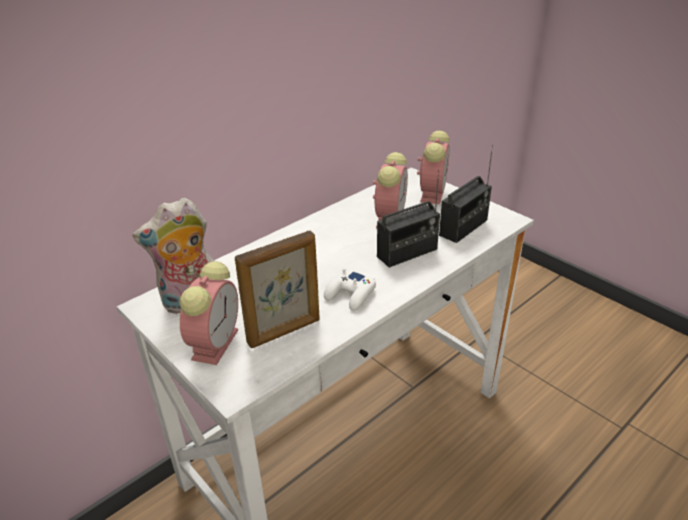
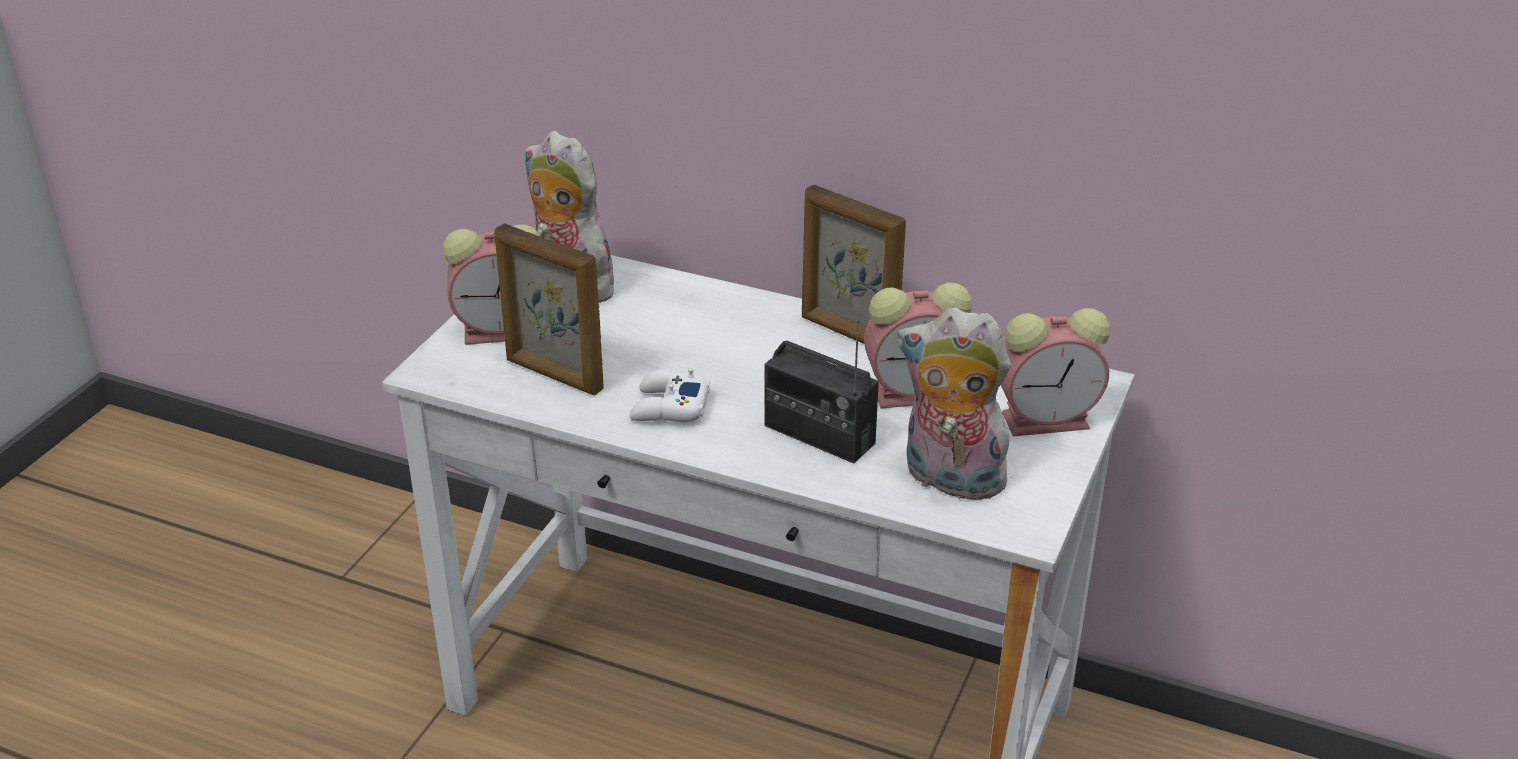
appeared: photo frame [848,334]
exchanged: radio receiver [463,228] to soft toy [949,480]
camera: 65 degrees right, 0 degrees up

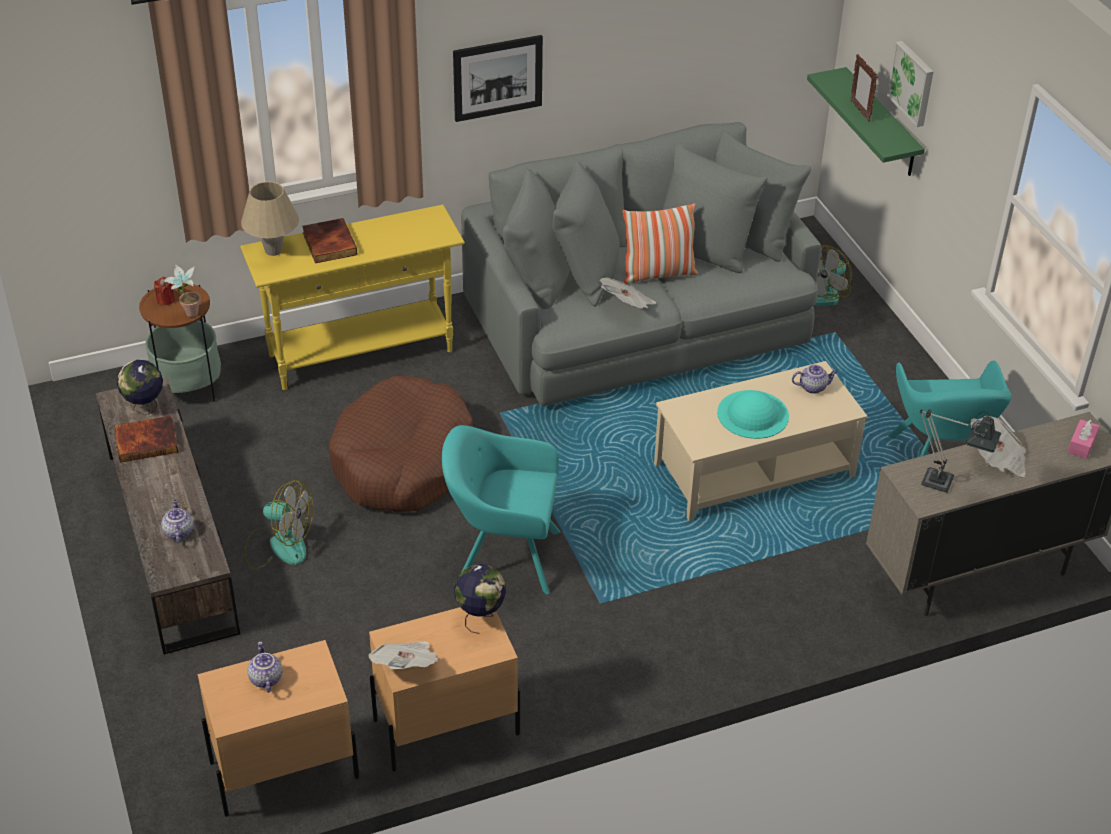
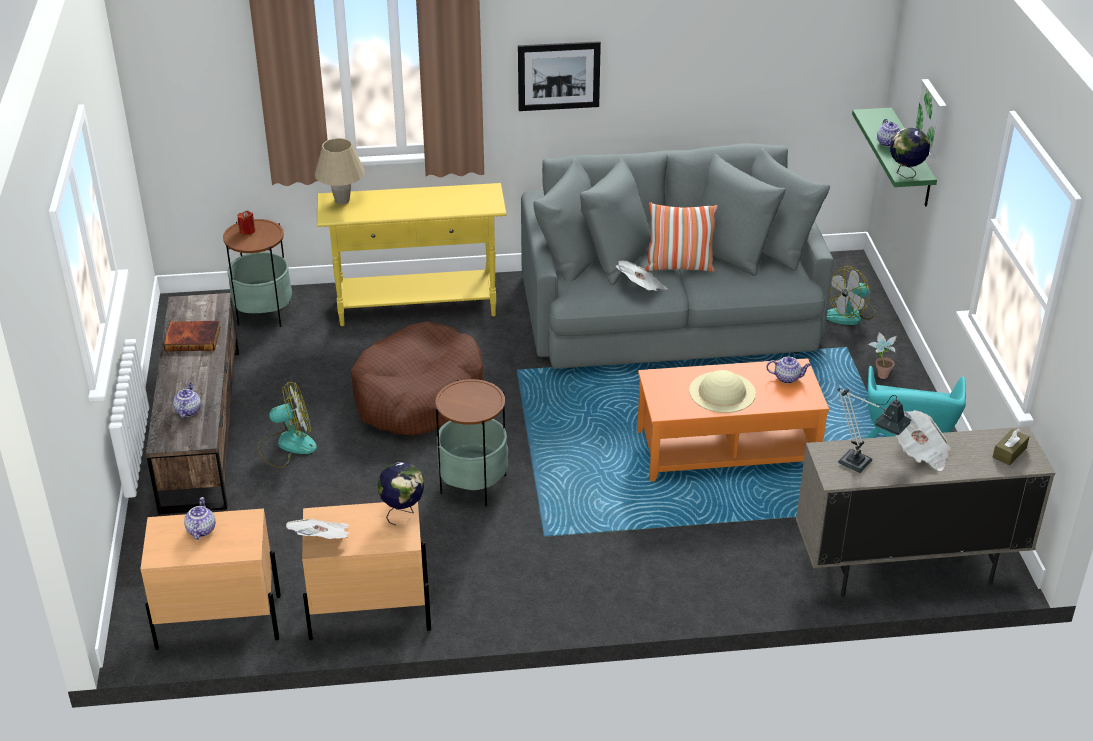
missing: bound book [328,244]
relocated: world globe [144,408] to [905,173]; houseplant [187,314] to [879,376]
exchanged: lounge chair/blue-green [502,556] to accent table [473,484]; photo frame [860,111] to pot for tea [888,143]
colour: low table/beige [753,469] to low table/orange [726,449]; hat/blue-green [753,414] to hat/beige [722,392]; tissue box/pinkish [1081,445] to tissue box/brown [1009,453]
spun: electric fan [279,545] = [287,445] 45 degrees counterclockwise
camera: 15 degrees right, 5 degrees down

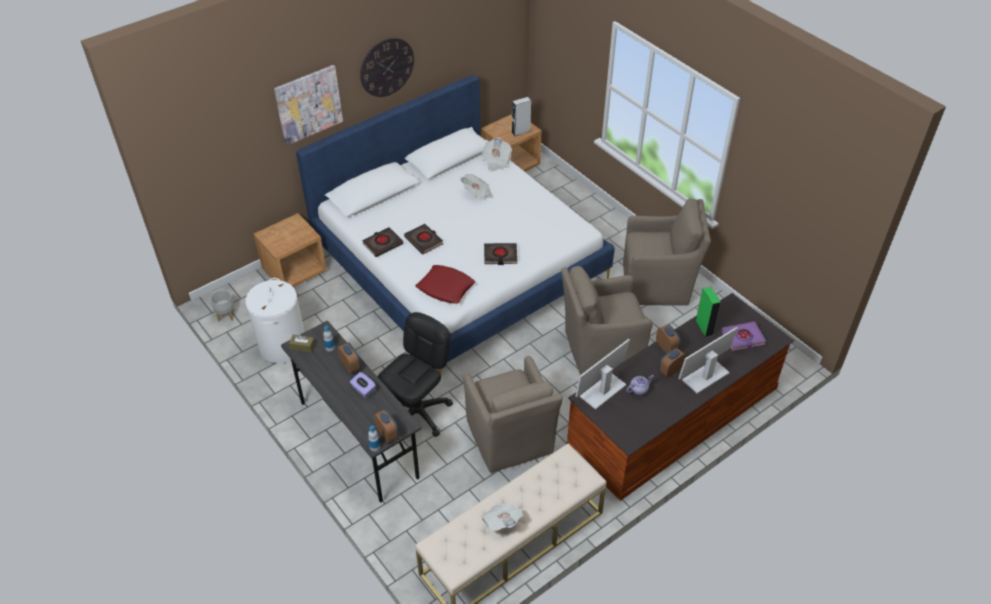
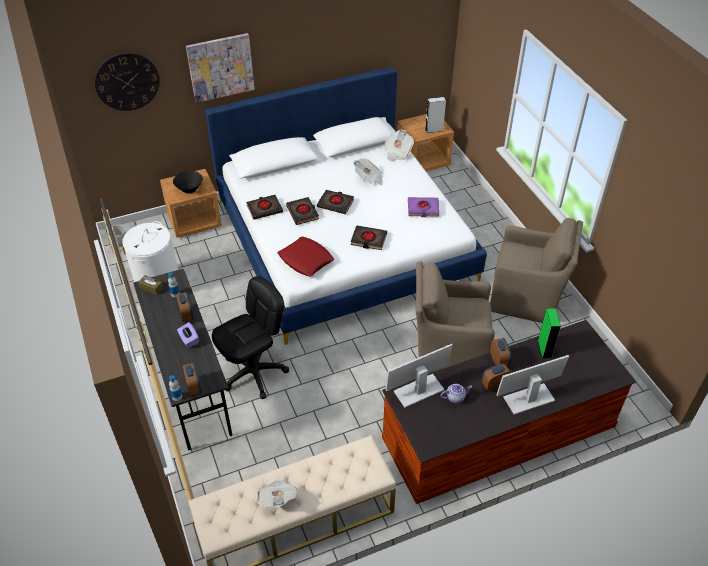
missing: lounge chair/brown [510,439]
appeared: deep dish/black [189,189]; bound book/black [335,204]
relocated: hanging clock [387,67] to [127,81]; bound book/purplish [743,338] to [423,209]
camera: 15 degrees right, 0 degrees up

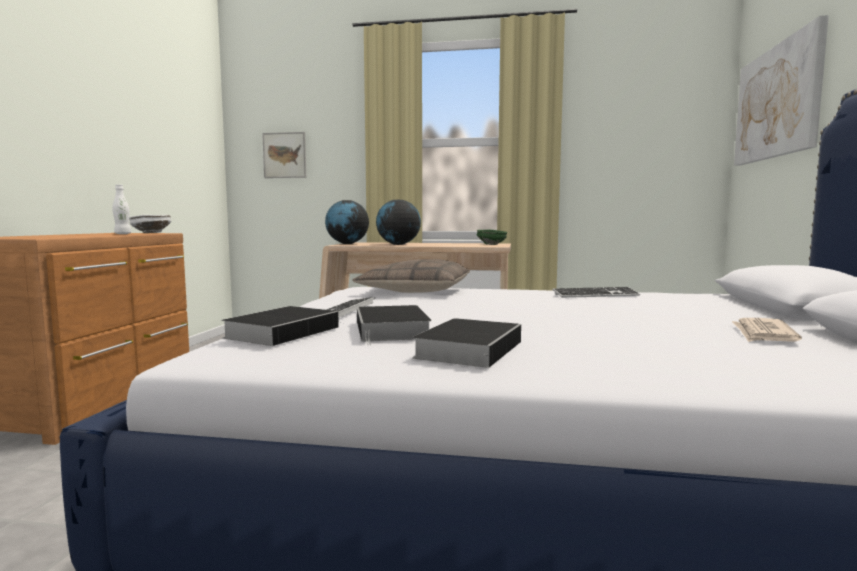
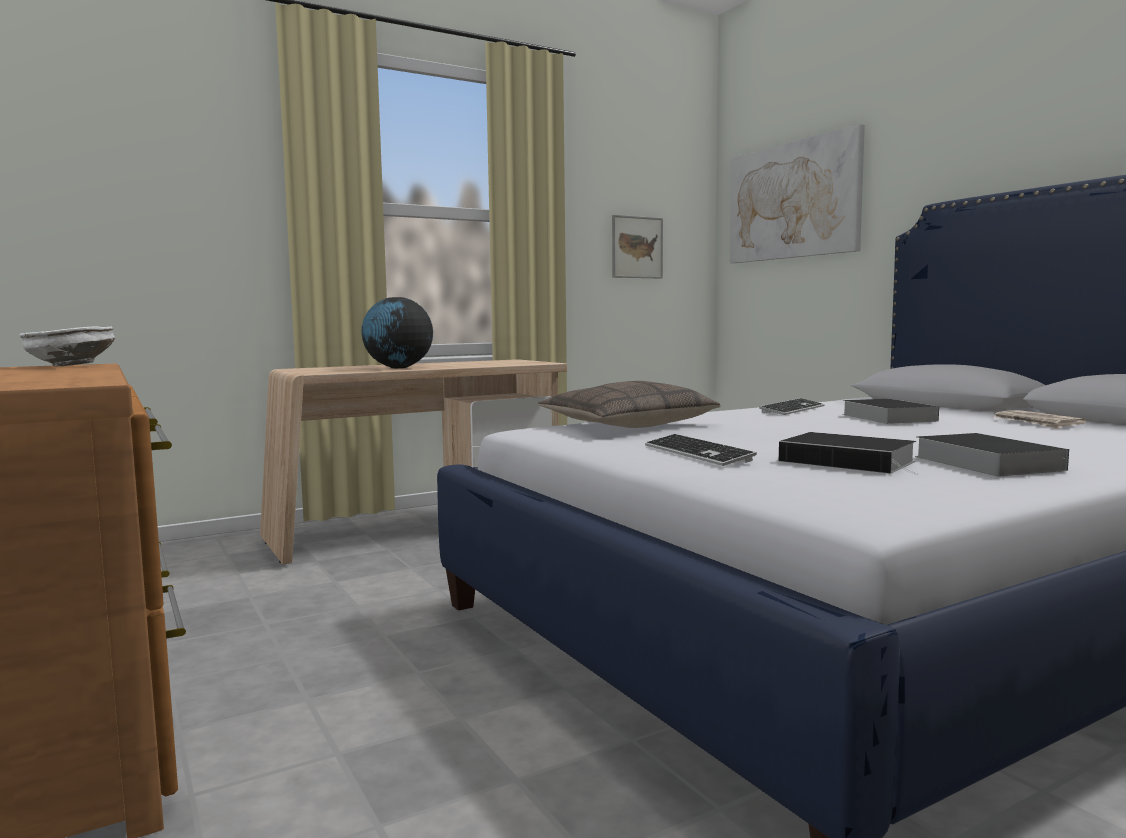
missing: bottle/whitish [122,234]; world globe [347,243]; deep dish/green-coloured [492,244]
relocated: bound book [284,331] to [885,417]; picture [284,155] to [637,247]
camera: 40 degrees left, 0 degrees up

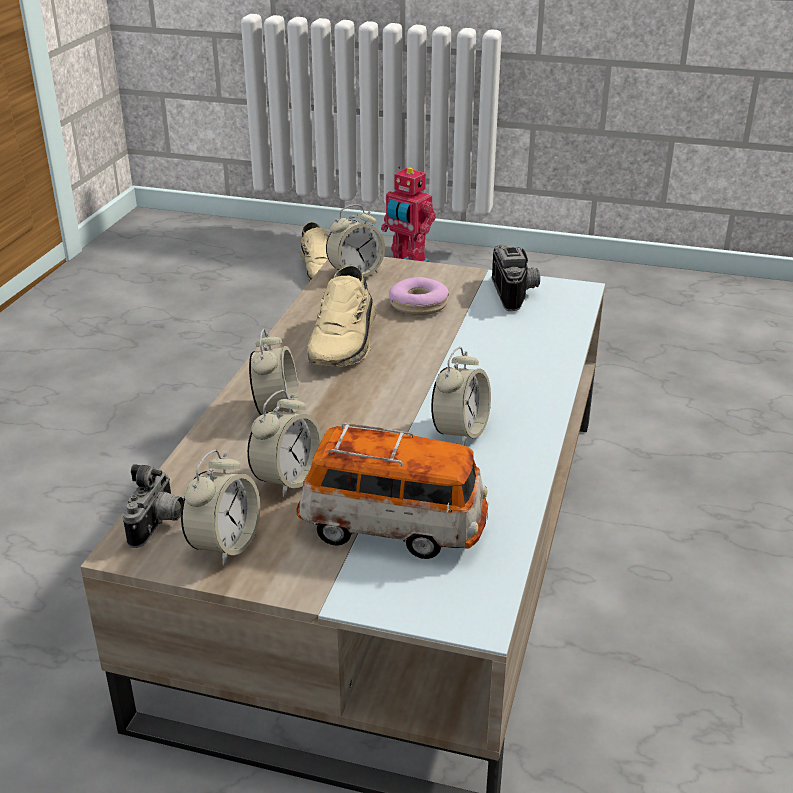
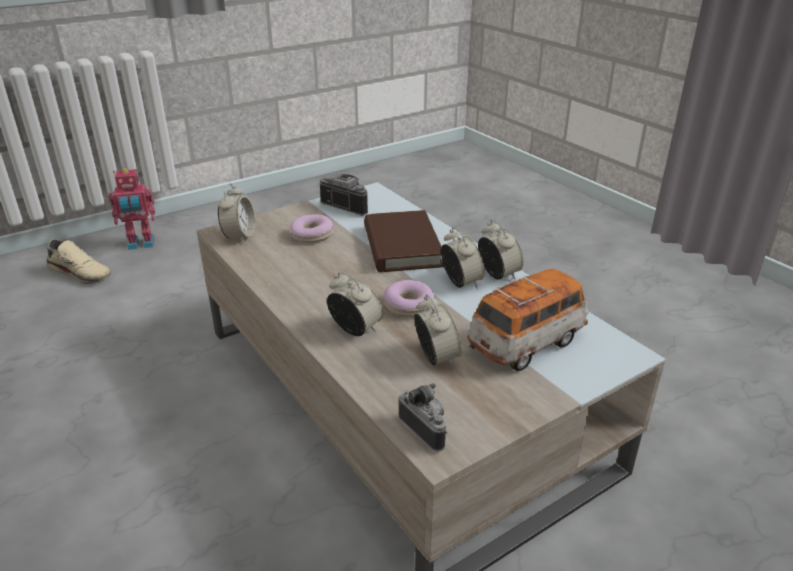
missing: item of footwear/beige [346,341]
appeared: bound book/brown [402,246]; ring doughnut [409,306]
relocated: table clock [225,545] to [498,275]
camera: 50 degrees left, 0 degrees up

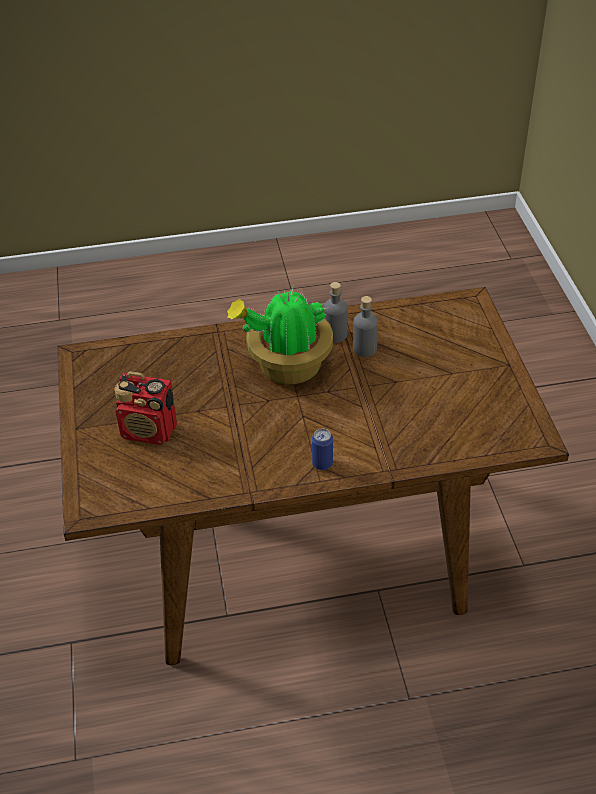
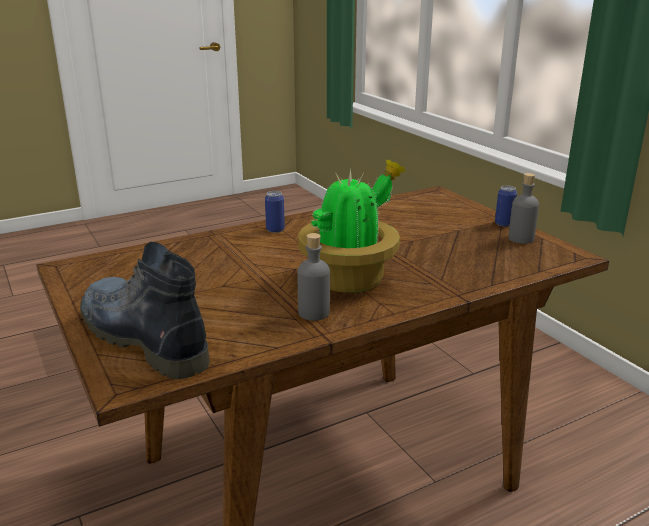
missing: radio receiver [150,431]
appeared: boot [142,338]; can [503,223]
relocated: bottle/grey [364,349] to [521,239]
camera: 160 degrees right, 20 degrees down

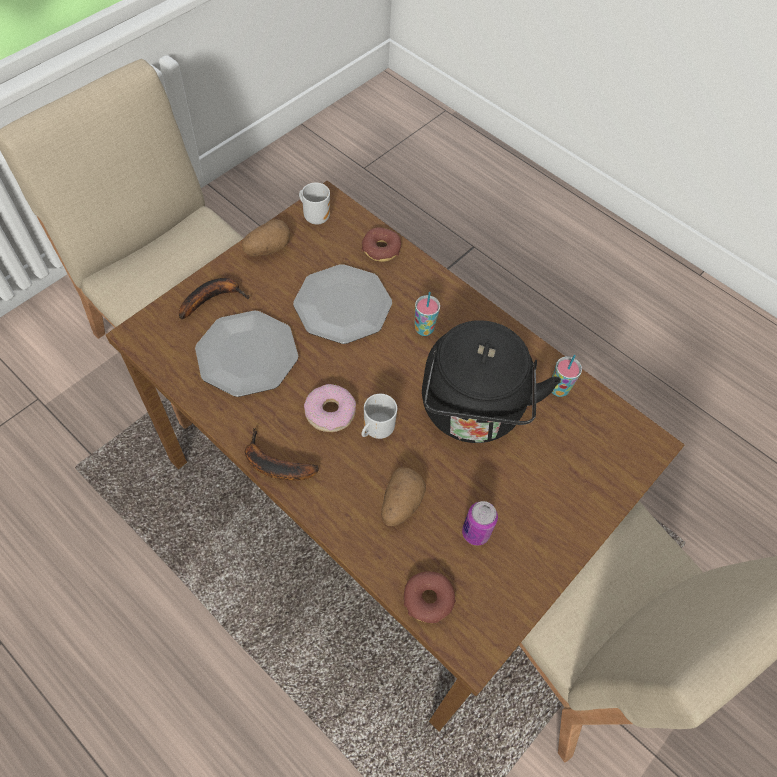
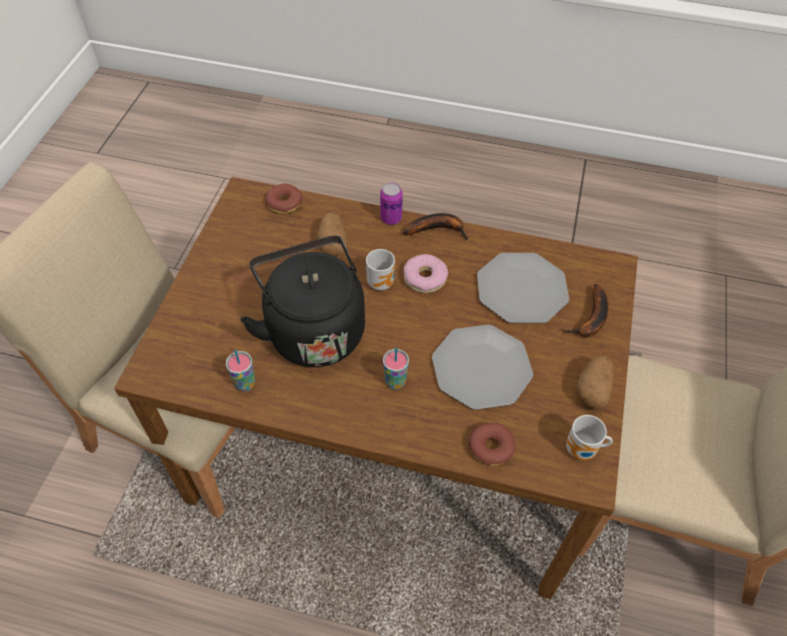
relocated: can [475,532] to [391,218]
camera: 155 degrees right, 5 degrees down

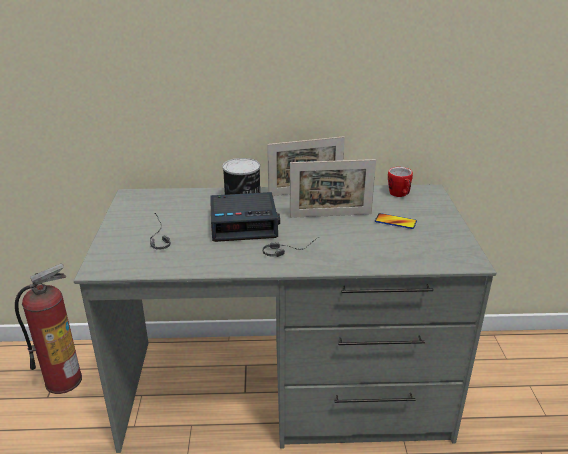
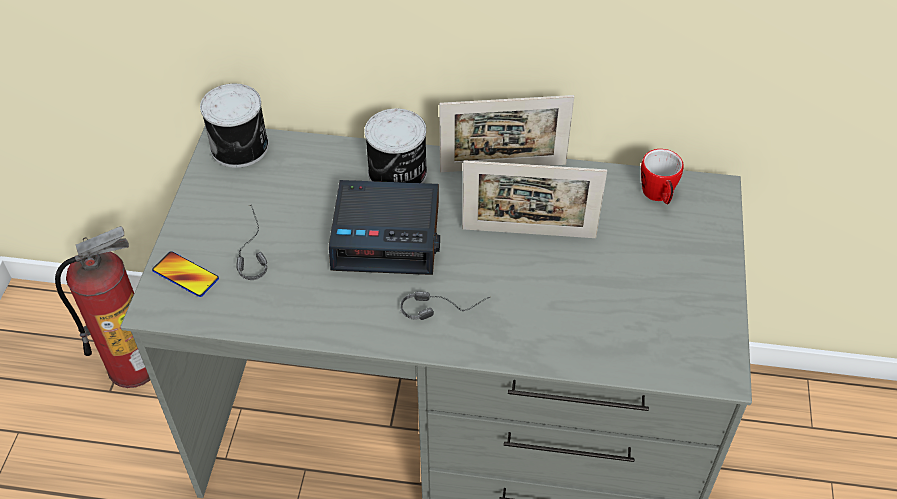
appeared: can [241,147]
relocated: telephone [395,222] to [185,275]
camera: 10 degrees right, 20 degrees up

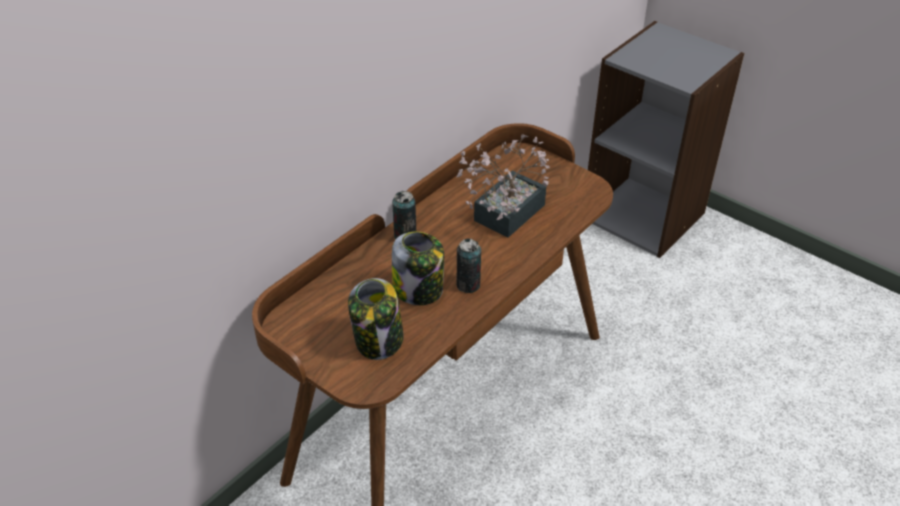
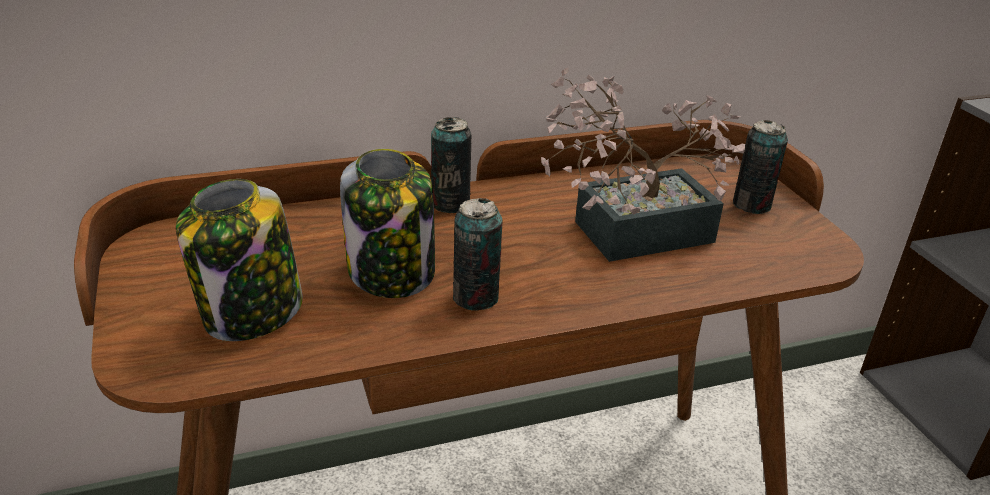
appeared: can [751,205]
camera: 30 degrees right, 10 degrees down

